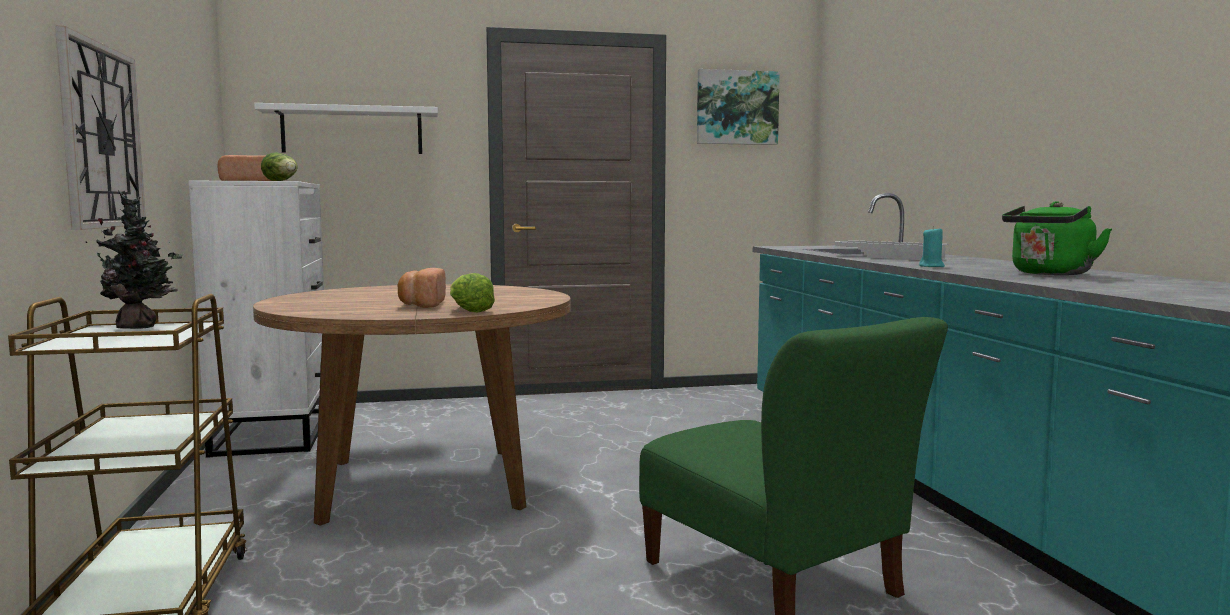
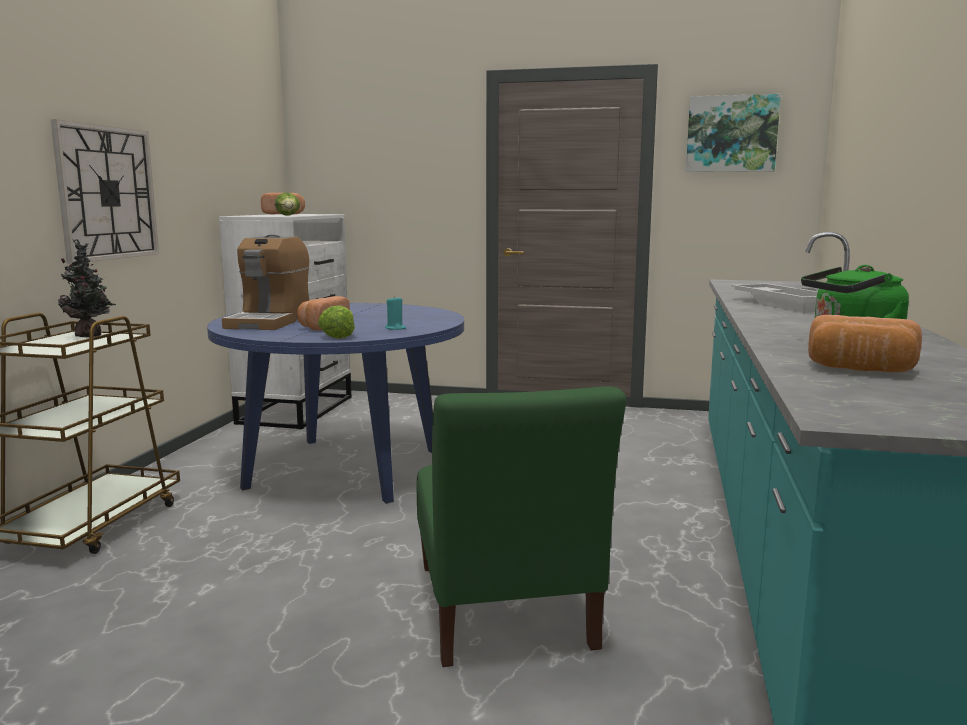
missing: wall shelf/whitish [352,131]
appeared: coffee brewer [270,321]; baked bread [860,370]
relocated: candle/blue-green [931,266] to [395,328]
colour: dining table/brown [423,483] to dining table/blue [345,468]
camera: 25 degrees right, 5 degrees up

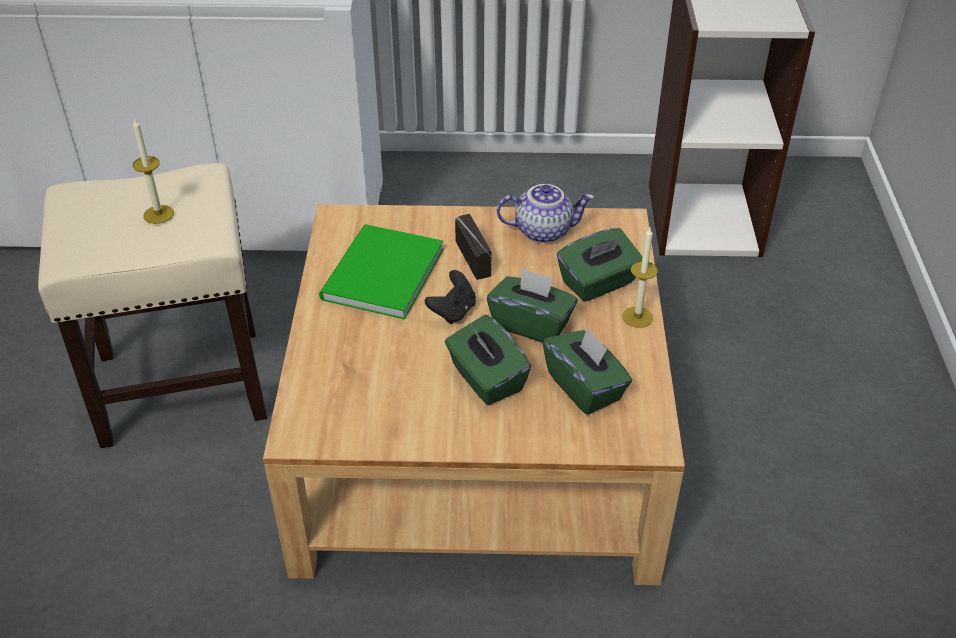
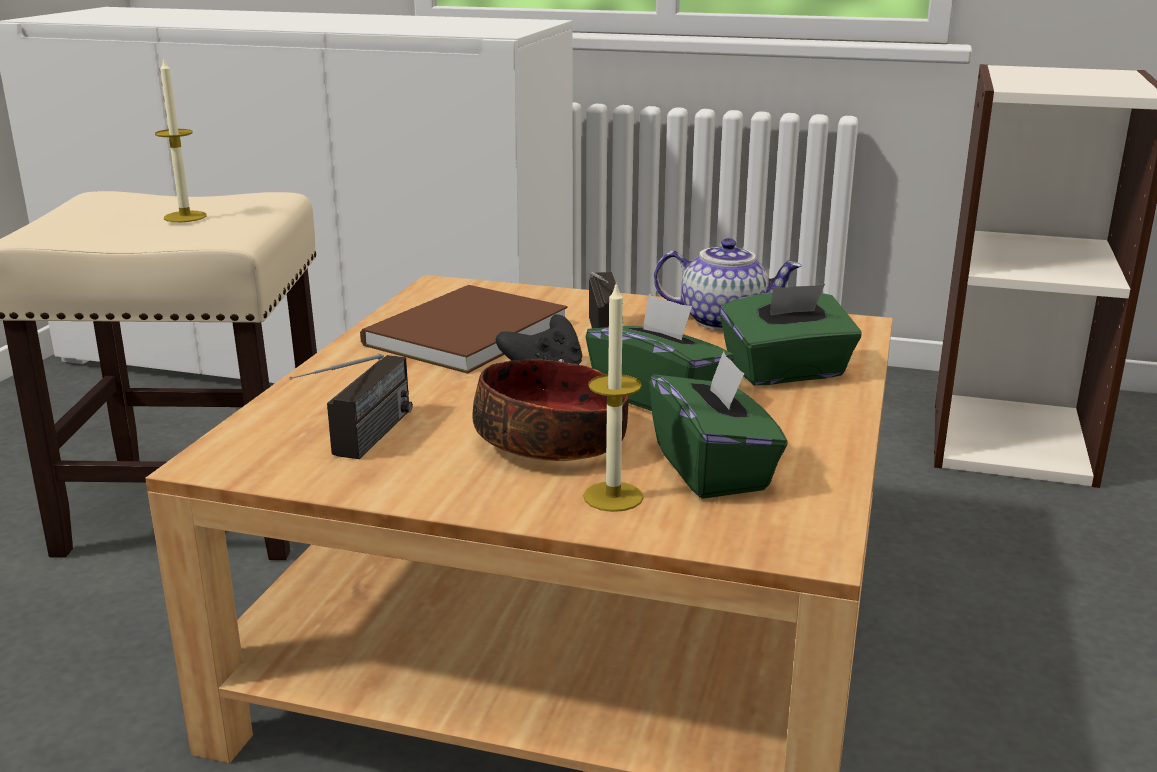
appeared: radio receiver [361,446]
relocated: candle [637,317] to [613,496]
exchanged: tissue box/green-coloured [486,379] to deep dish [552,441]
colour: bound book/green-coloured [379,275] to bound book/brown [460,334]
camera: 15 degrees right, 20 degrees down

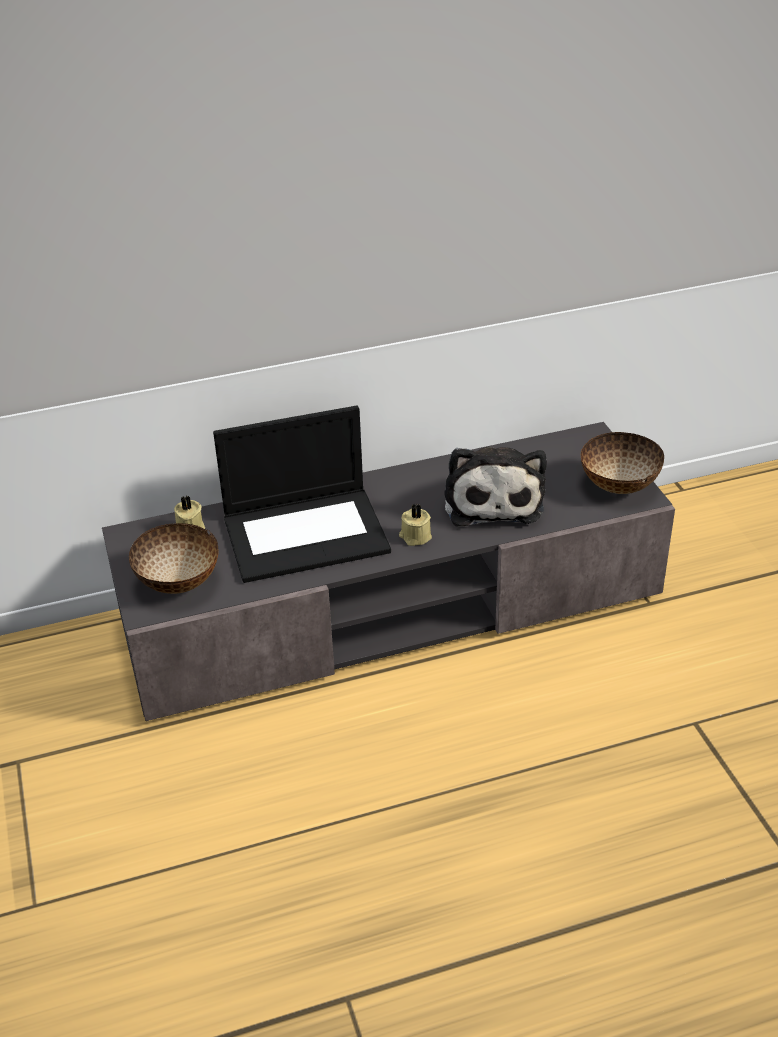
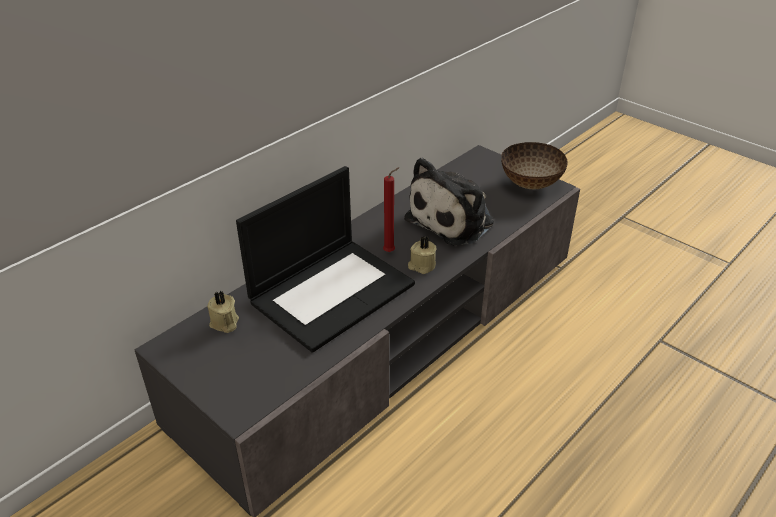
missing: deep dish [178,583]
appeared: candle/red-coloured [391,251]
spun: soft toy [492,499] = [454,219] 75 degrees clockwise
camera: 30 degrees left, 0 degrees up

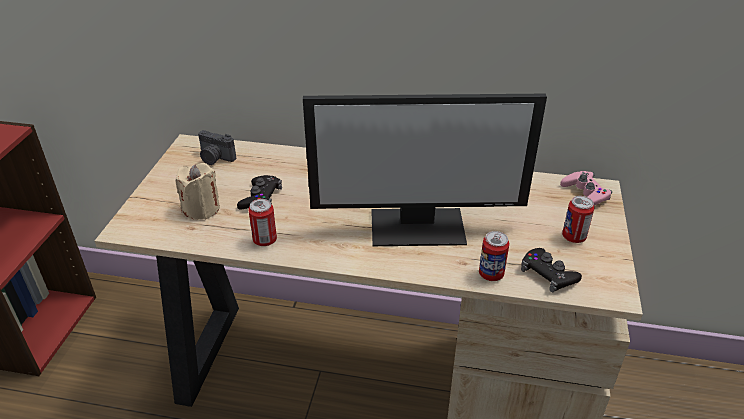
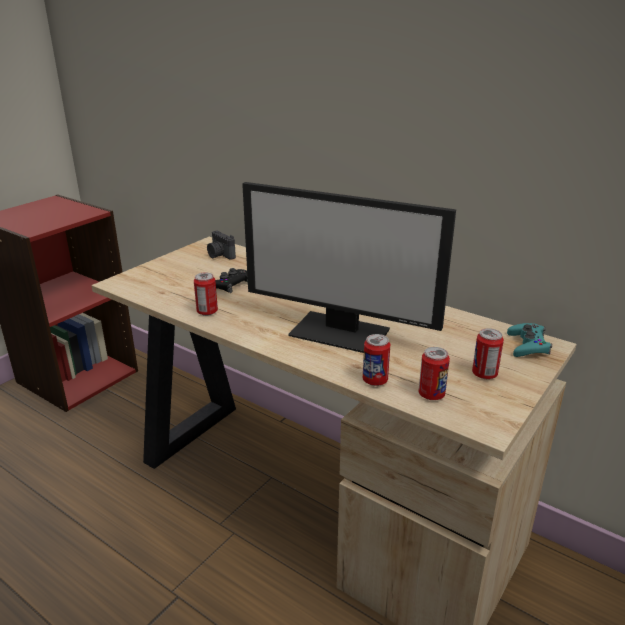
missing: candle/beige [201,209]
exchanged: joypad/black [548,274] to can [431,395]
colour: joypad/pinkish [585,194] to joypad/blue-green [528,345]
camera: 25 degrees right, 10 degrees down

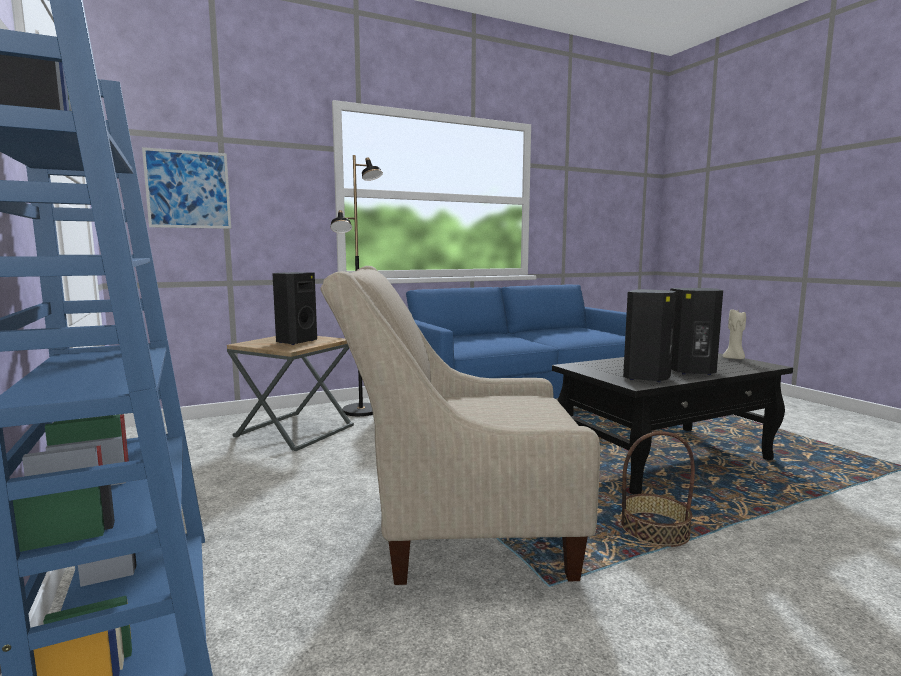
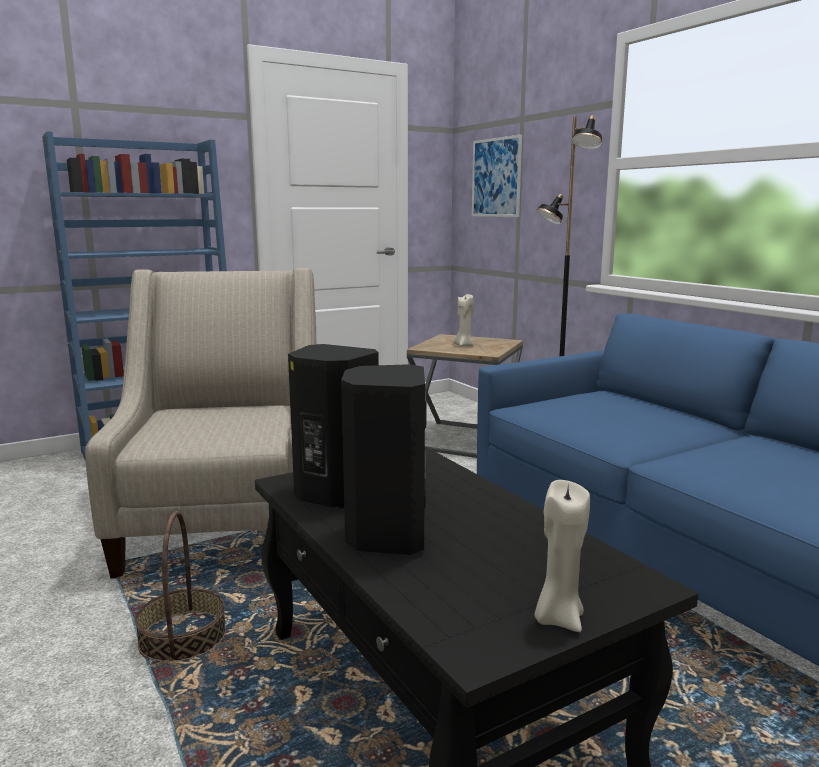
exchanged: audio speaker/black [295,342] to candle/beige [464,345]
camera: 85 degrees right, 5 degrees up

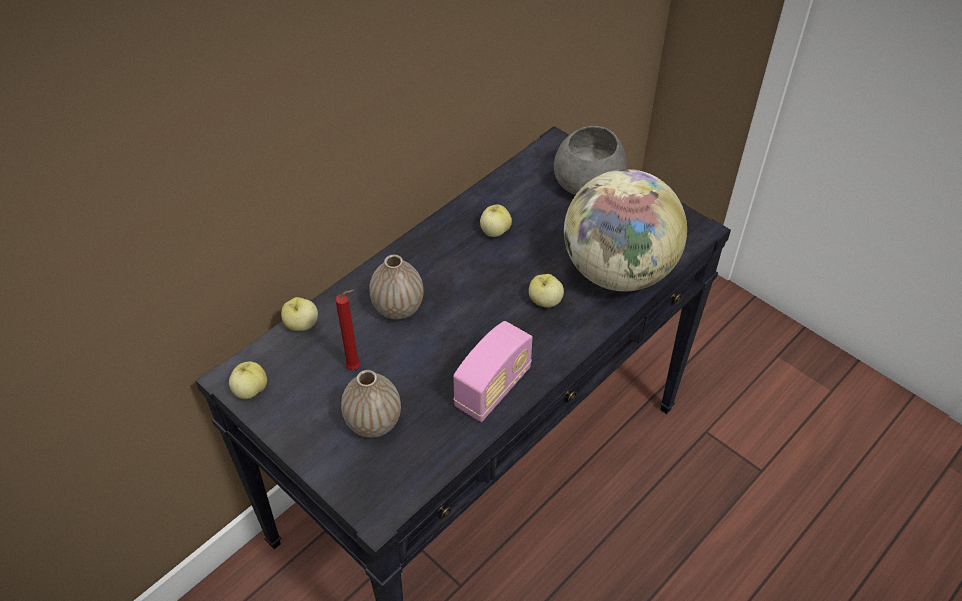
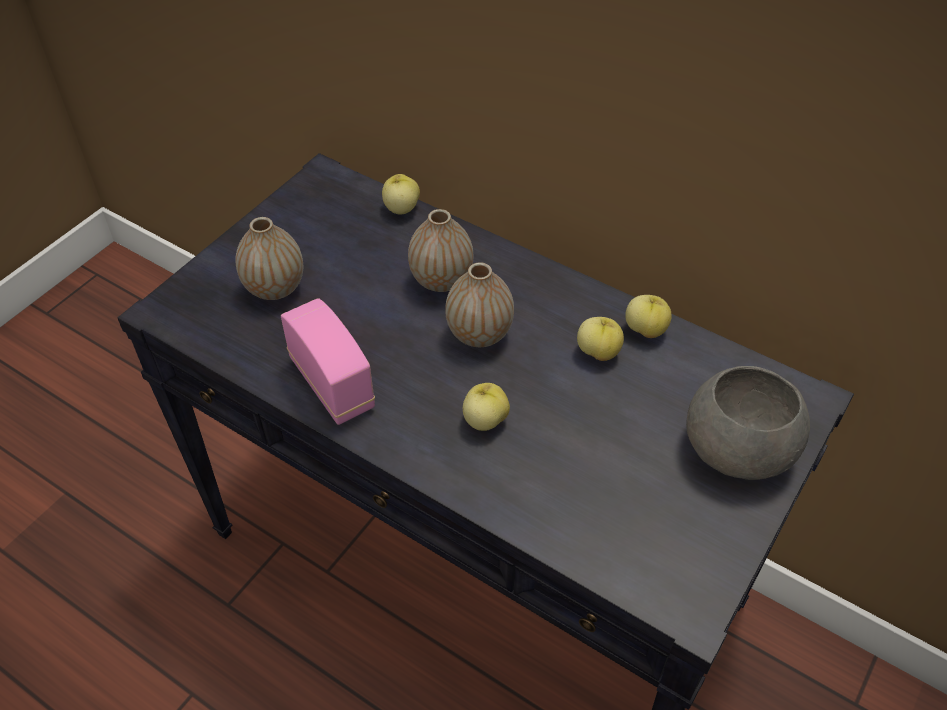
missing: candle/red-coloured [356,367]; world globe [617,271]
appeared: flower vase [479,334]
relocated: whole apple [250,390] to [645,329]
spun: radio receiver [493,388] = [332,384] 150 degrees counterclockwise
camera: 80 degrees right, 0 degrees up

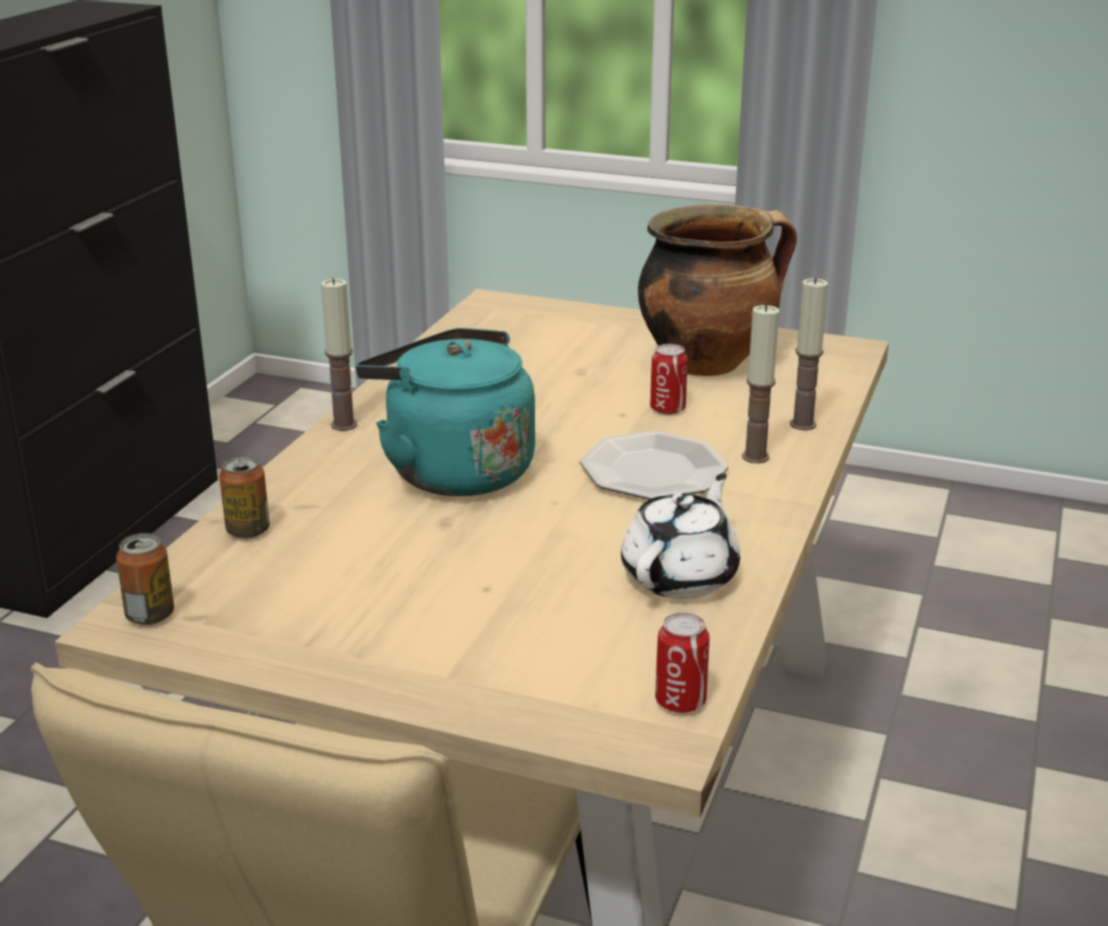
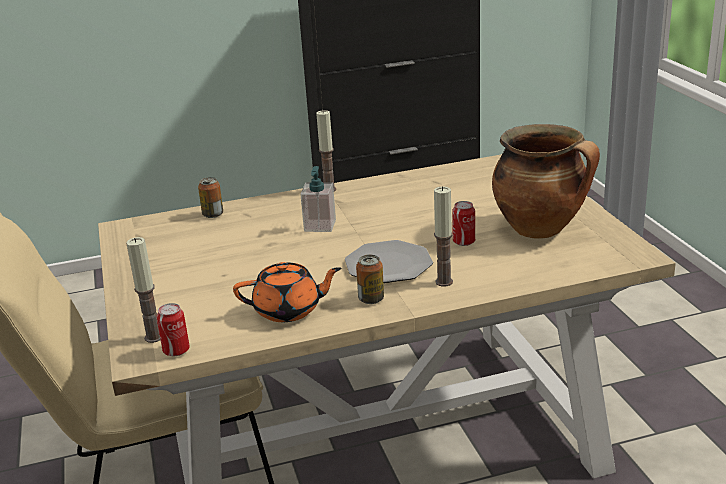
relocated: can [150,615] to [371,299]; candle [803,424] to [154,337]
exchanged: water kettle/blue-green [453,470] to soap bottle [320,226]
colour: pot for tea/whitish [681,576] to pot for tea/orange [289,310]
camera: 55 degrees right, 0 degrees up

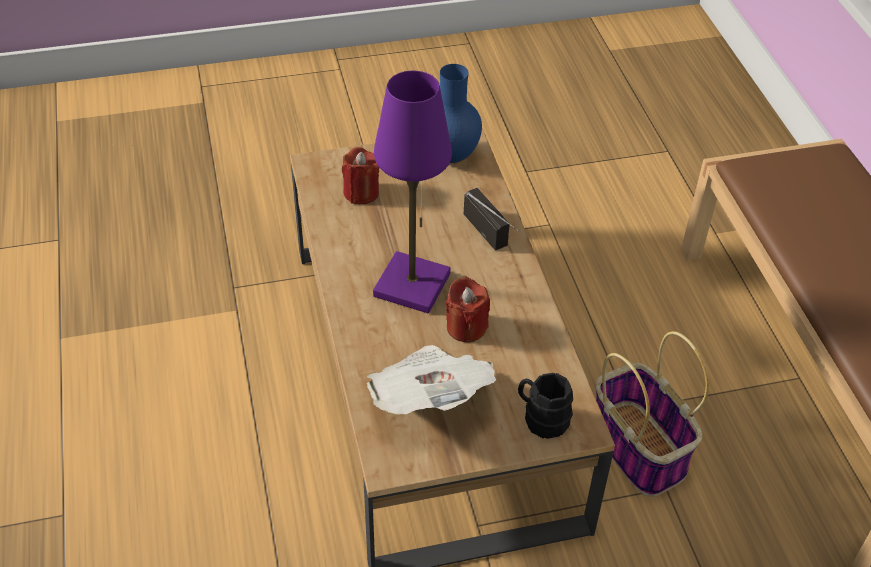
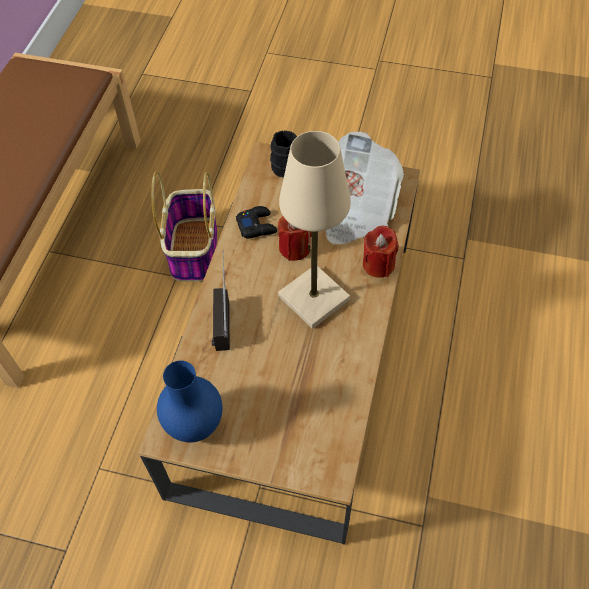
appeared: joypad/black [257,226]
relocated: candle/red-coloured [361,192] to [378,264]
colour: lamp for a table/purplish [412,285] to lamp for a table/beige [313,298]
camera: 150 degrees left, 10 degrees up

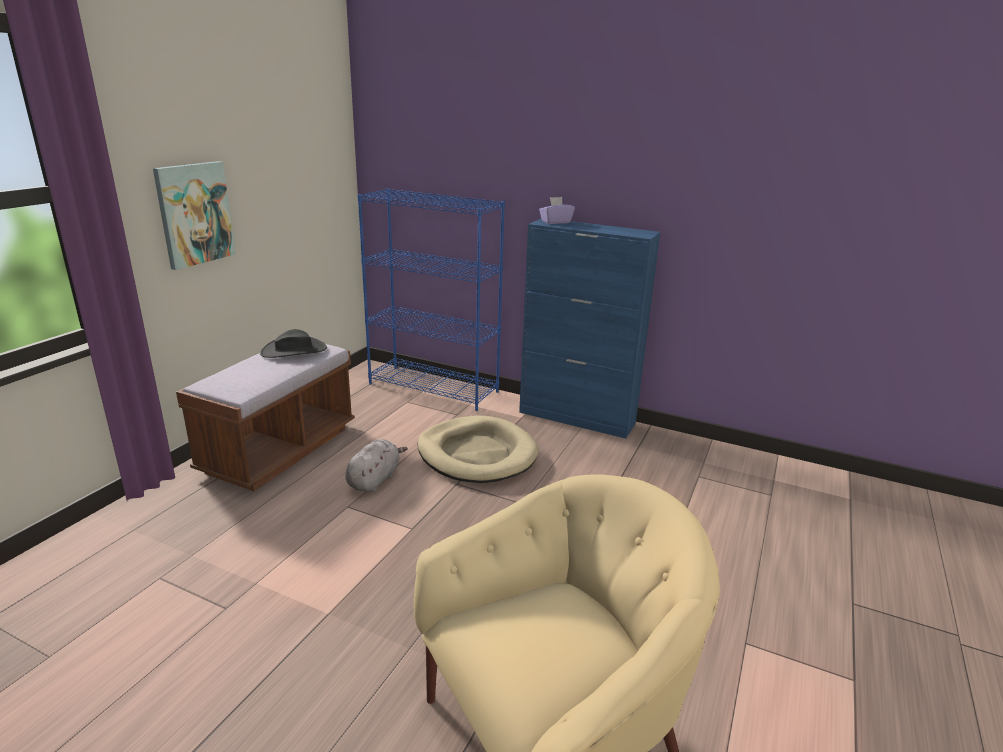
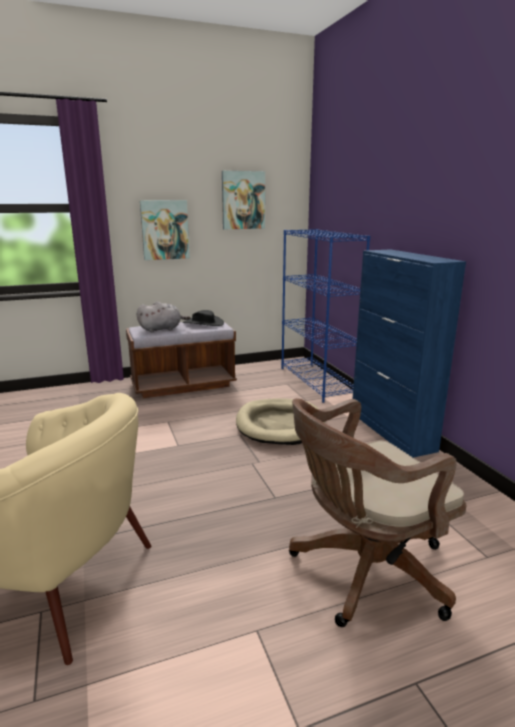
missing: tissue box/purplish [555,222]
appeared: picture [243,200]; office chair/brown [363,571]
relocated: soft toy/grey [375,479] to [162,329]
camera: 45 degrees right, 5 degrees down

